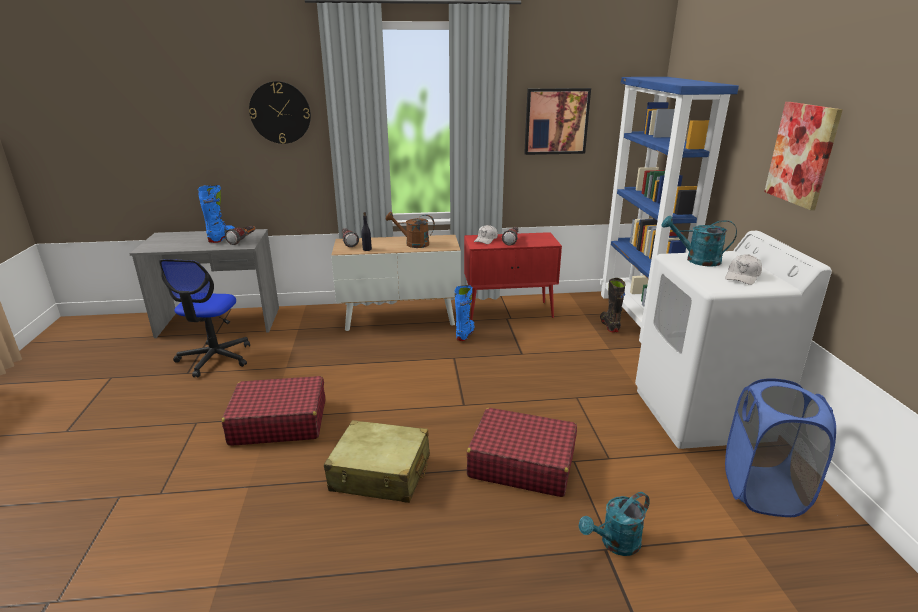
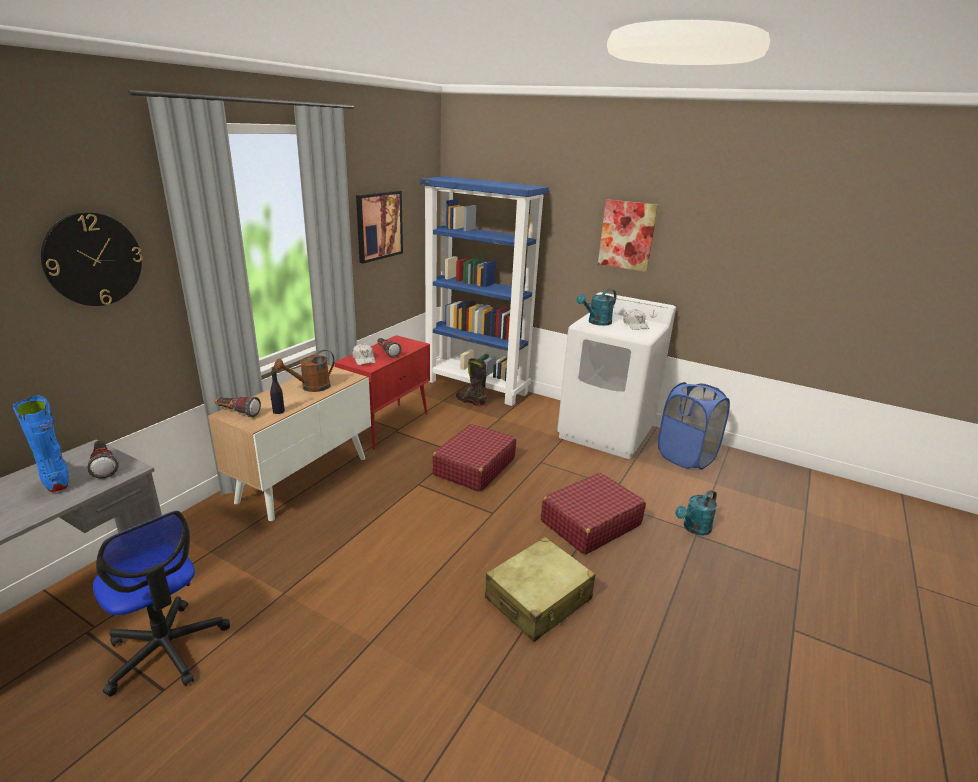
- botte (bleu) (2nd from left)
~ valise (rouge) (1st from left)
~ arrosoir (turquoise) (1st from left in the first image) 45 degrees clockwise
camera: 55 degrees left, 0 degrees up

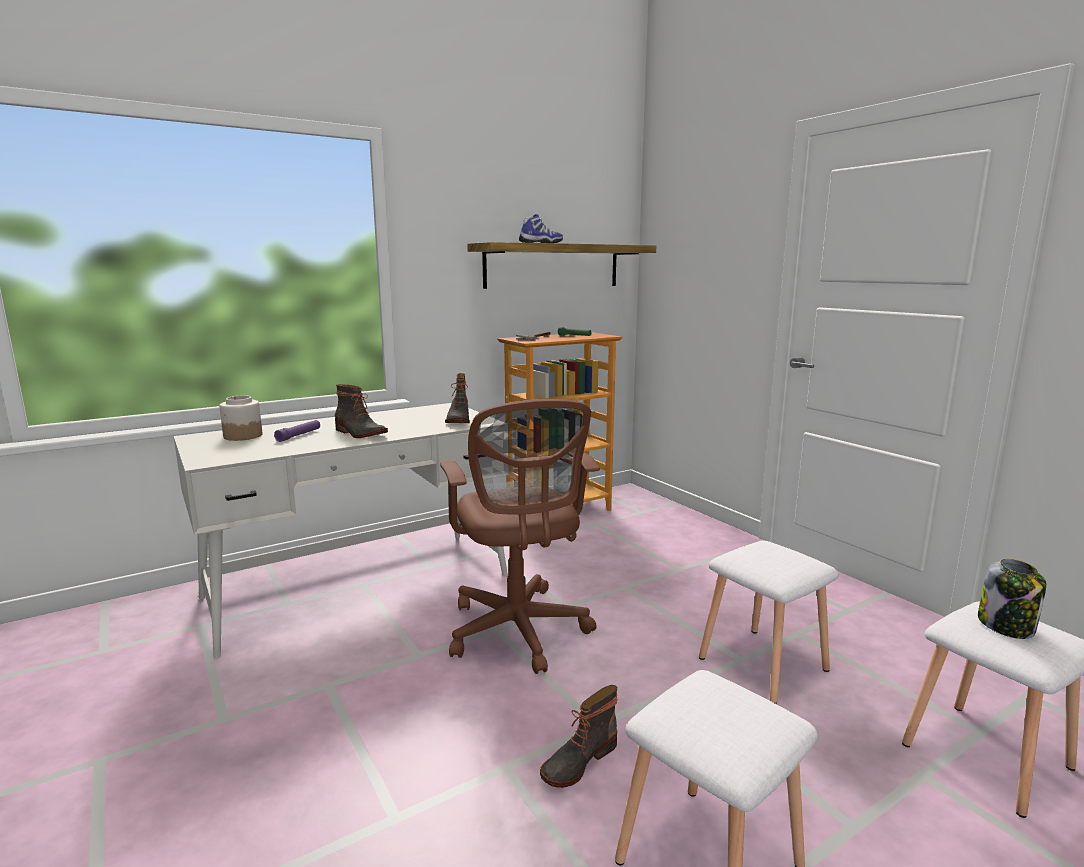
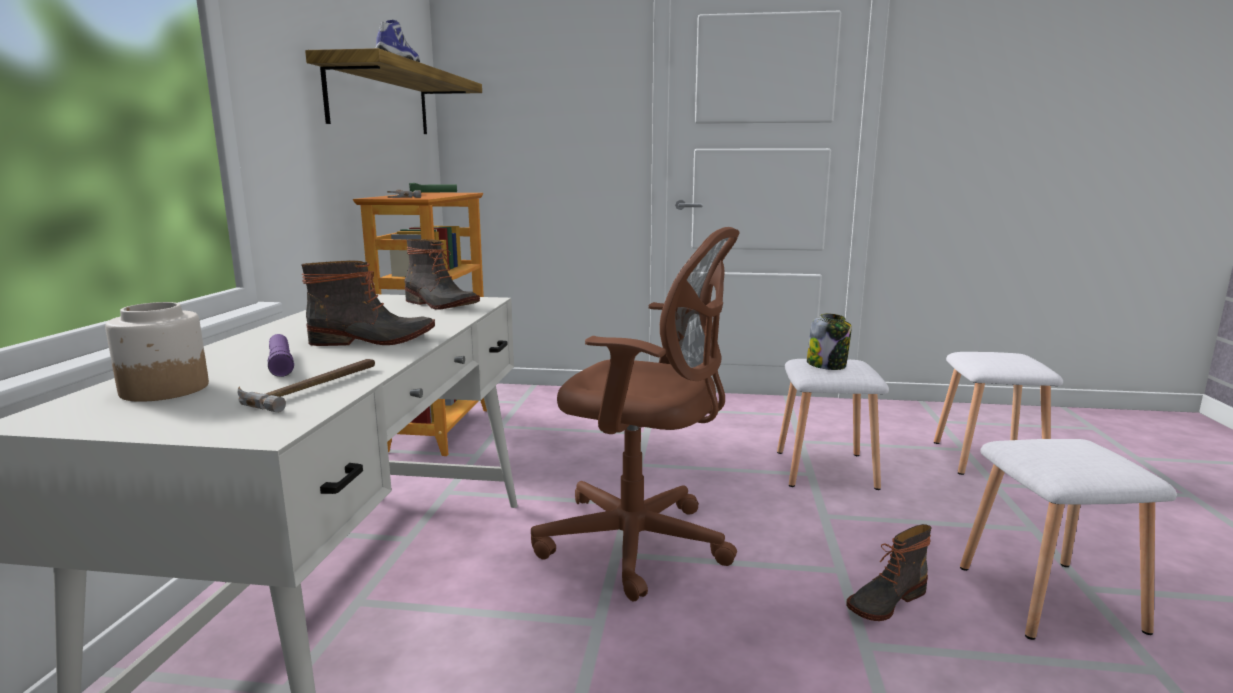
~ bocal (2nd from left)
~ botte (3rd from left) 60 degrees clockwise
+ marteau (1st from left)
camera: 50 degrees left, 0 degrees up

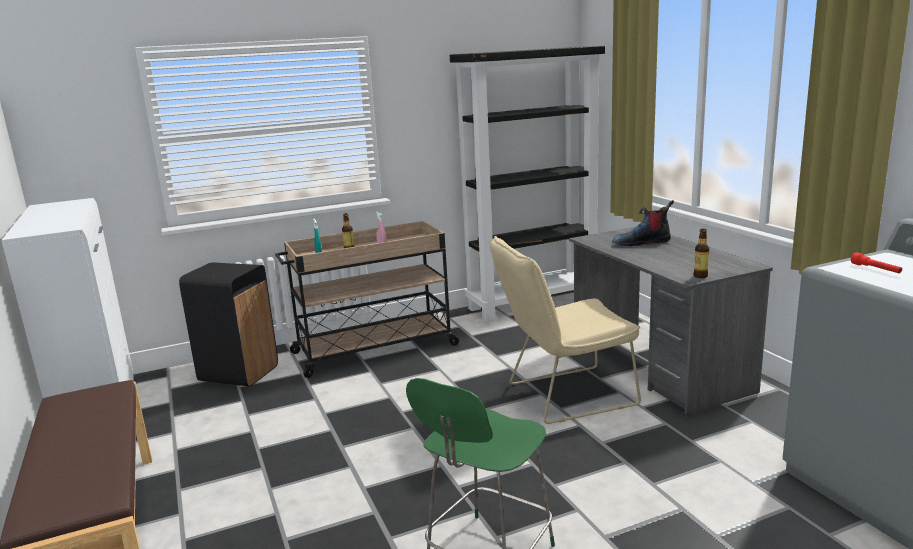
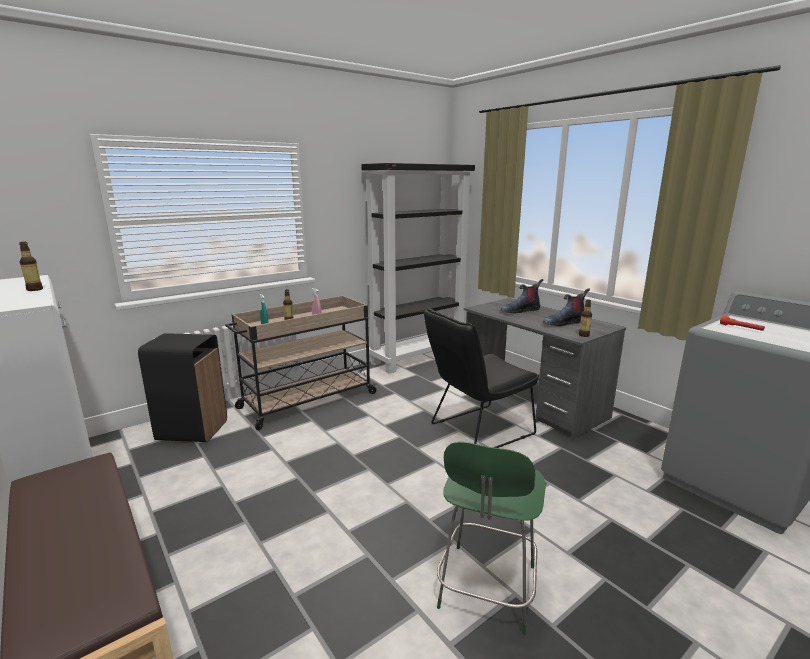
~ chaise (beige) to chaise (noir)
+ bouteille (1st from left)
+ botte (2nd from left)
camera: 15 degrees left, 0 degrees up

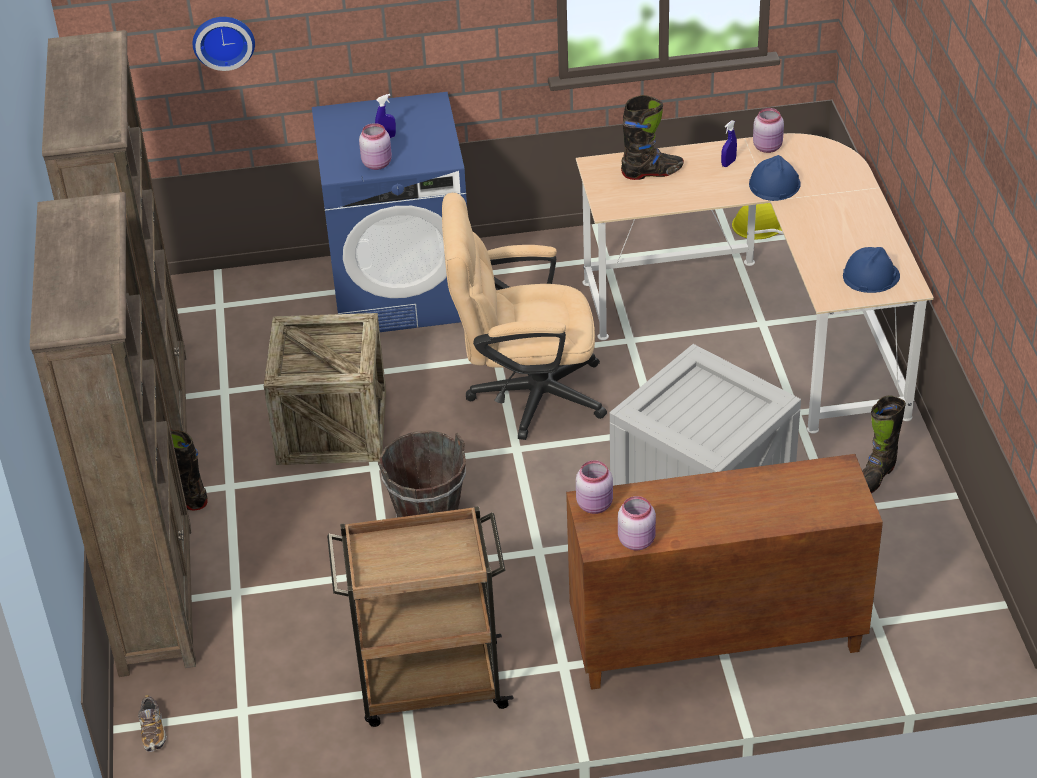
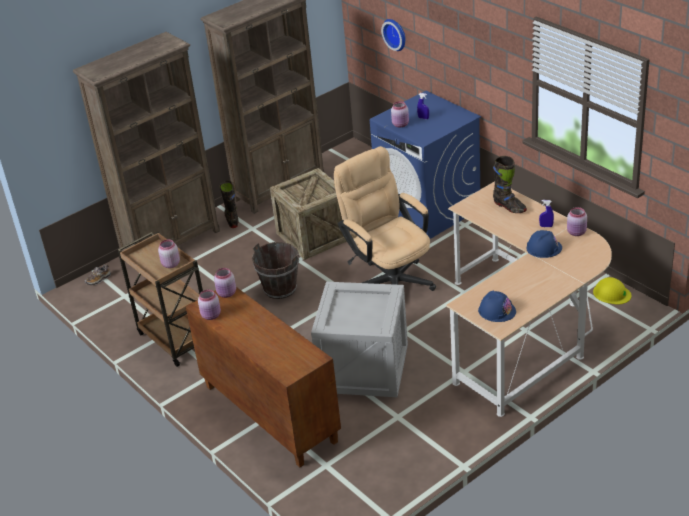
- botte (noir) (3rd from left)
+ bocal (rose) (1st from left)
camera: 60 degrees right, 5 degrees down

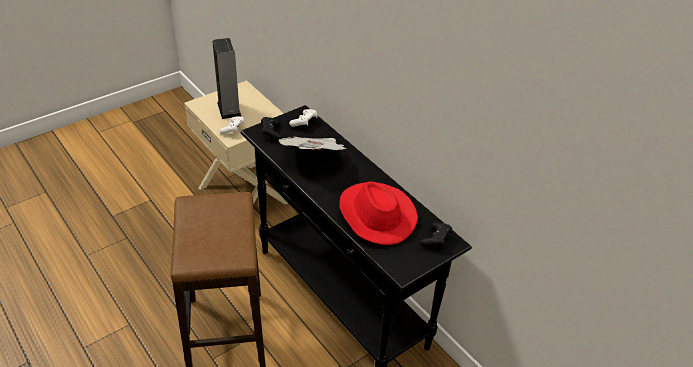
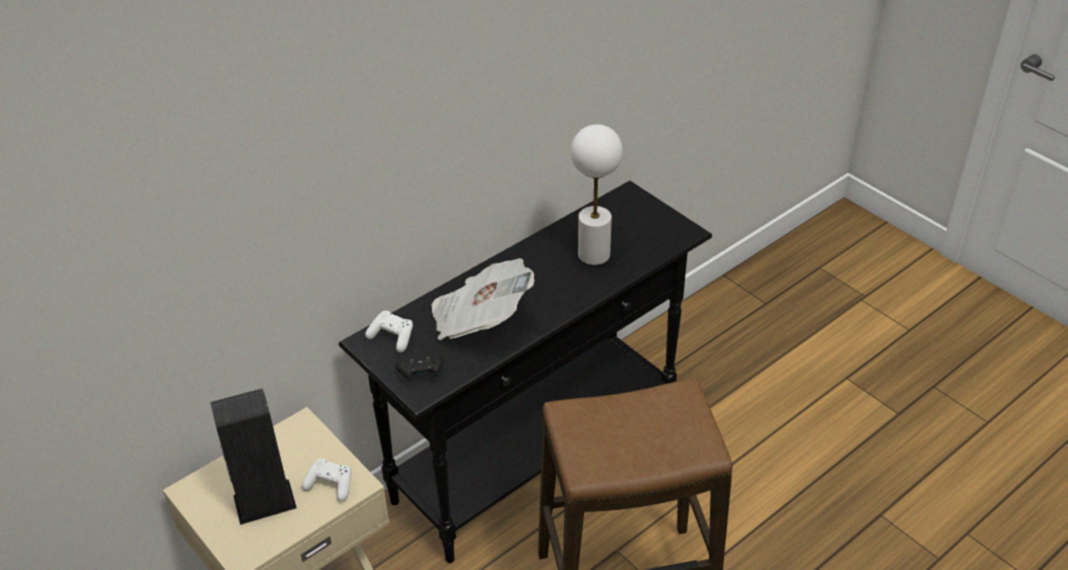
~ chapeau (rouge) to lampe de table (blanc)
- manette (noir) (2nd from left)
camera: 90 degrees left, 0 degrees up

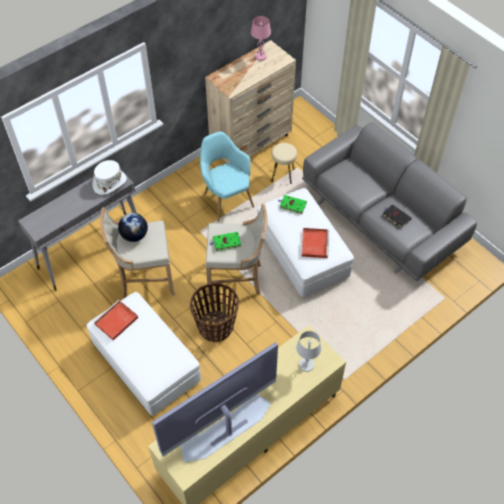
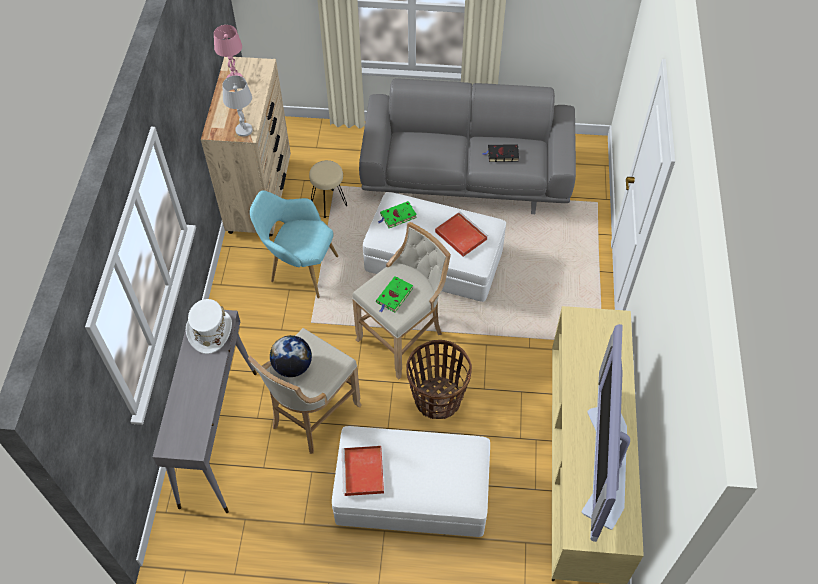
~ lampe de table (blanc)
camera: 45 degrees left, 0 degrees up

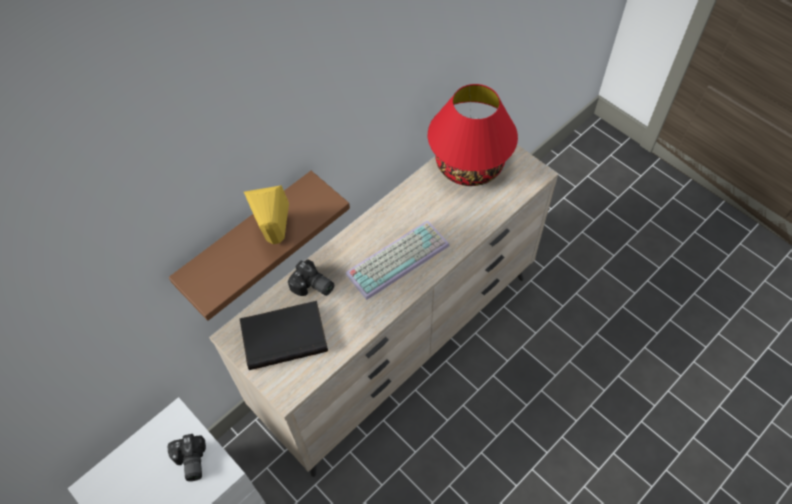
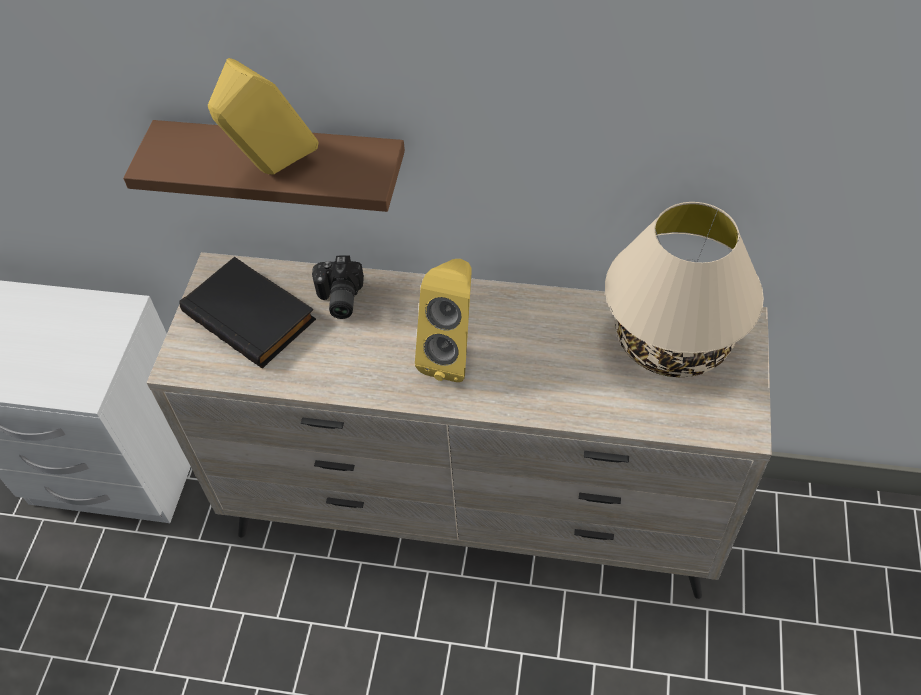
~ lampe de table (rouge) to lampe de table (beige)
~ clavier to enceinte (jaune) (2nd from left)
- appareil photo (1st from left)
camera: 55 degrees right, 5 degrees down

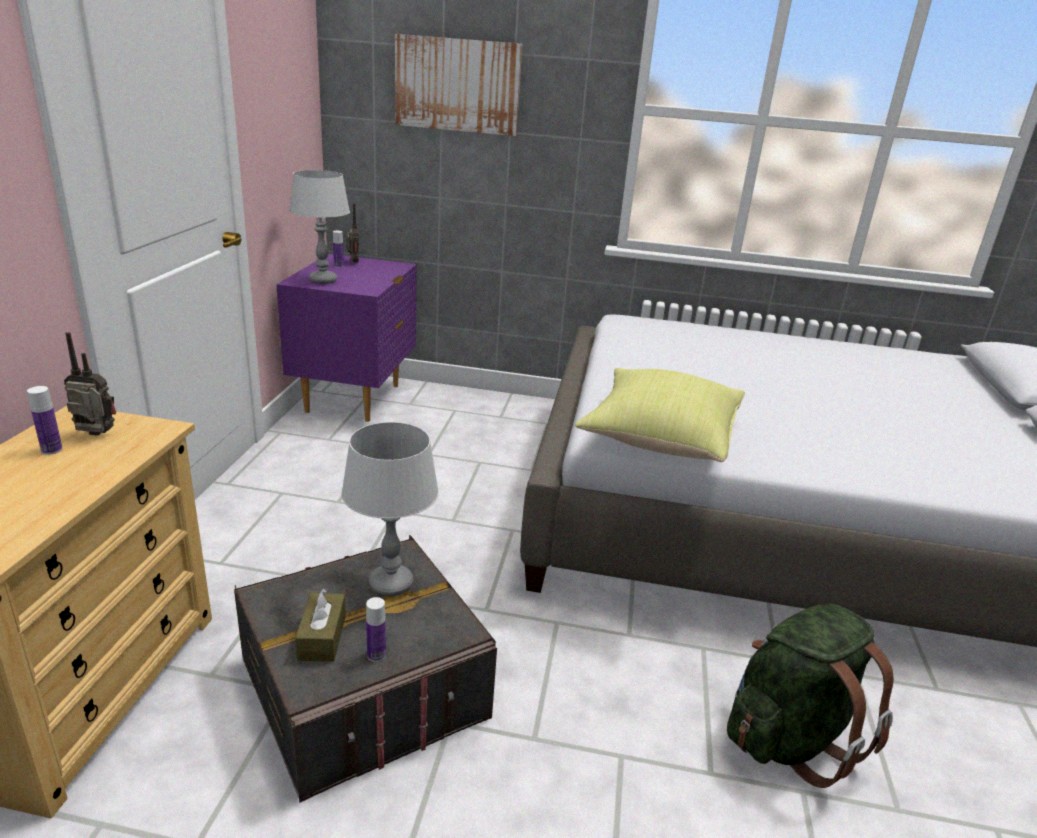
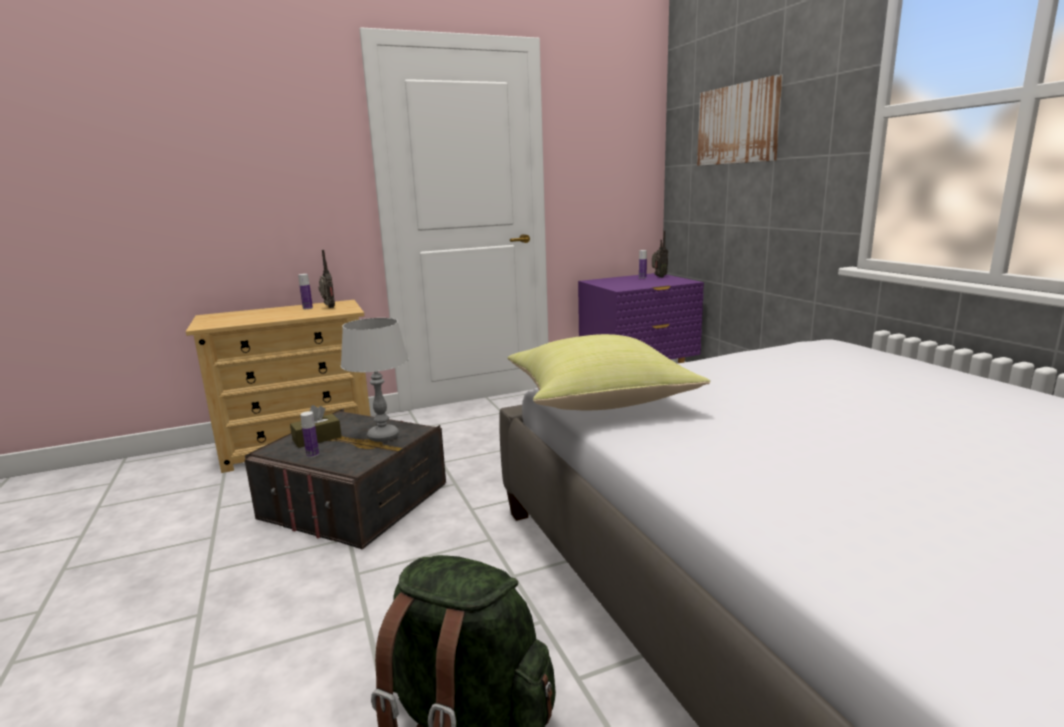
- lampe de table (gris) (1st from left)
camera: 60 degrees right, 10 degrees down

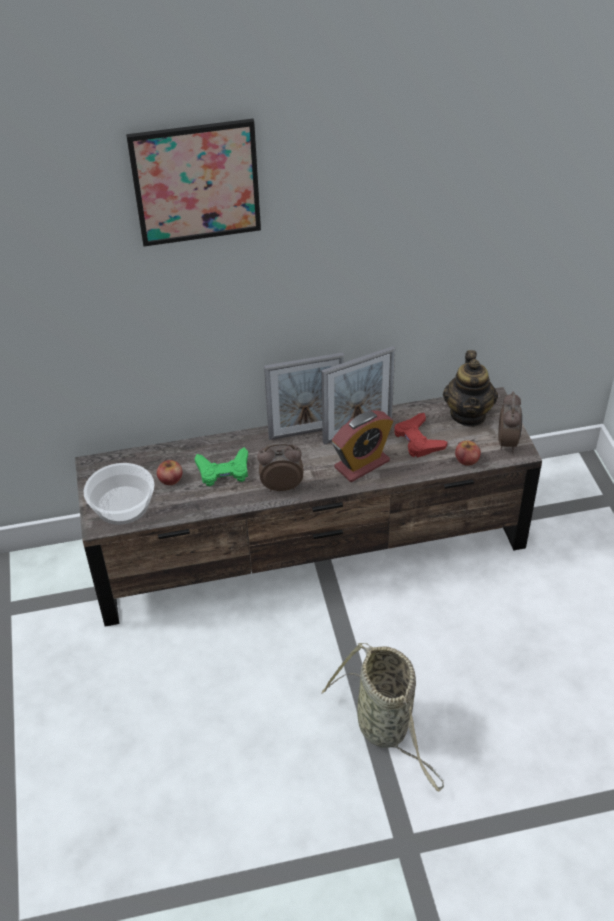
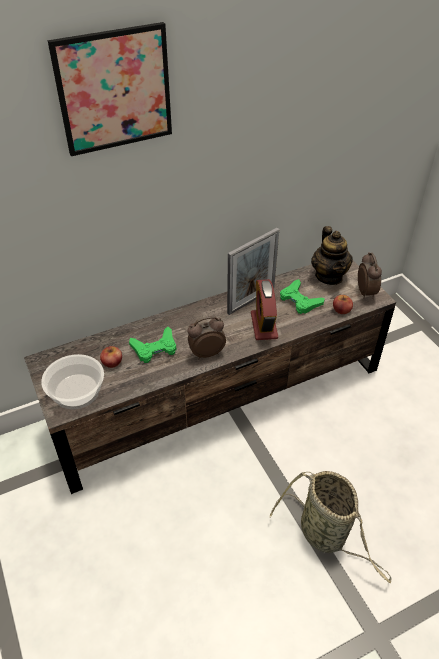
- cadre photo (1st from left)
~ réveil (2nd from left) 135 degrees clockwise
~ manette (rouge) to manette (vert) (2nd from left)
camera: 15 degrees left, 0 degrees up

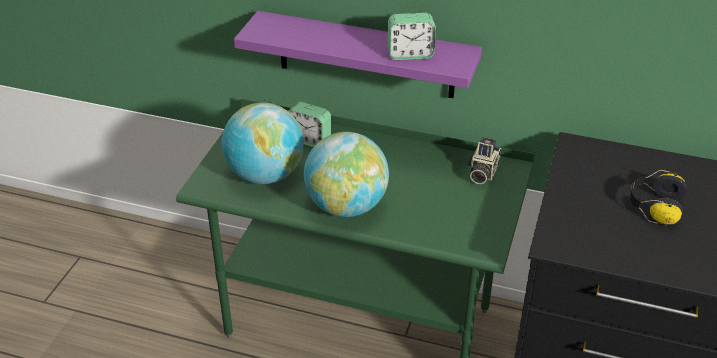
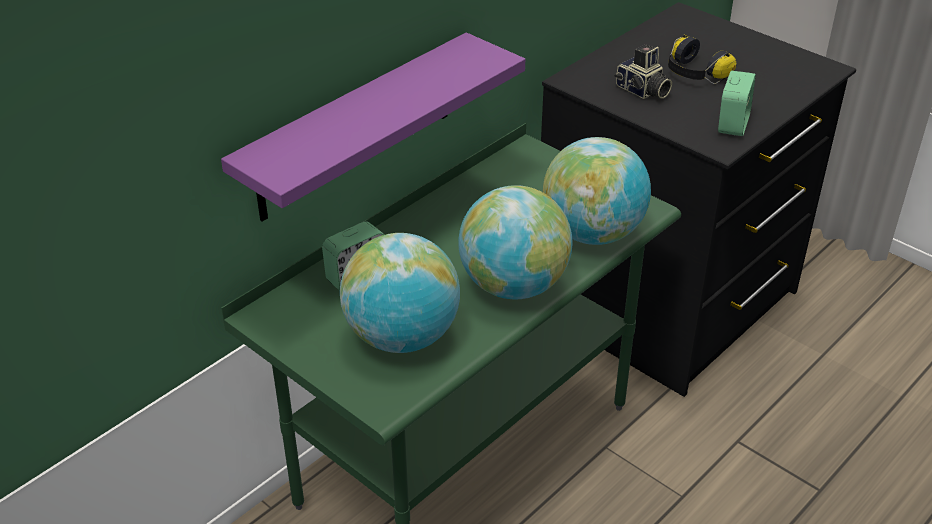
~ réveil (2nd from left)
~ appareil photo
+ globe (3rd from left)
camera: 65 degrees left, 0 degrees up

